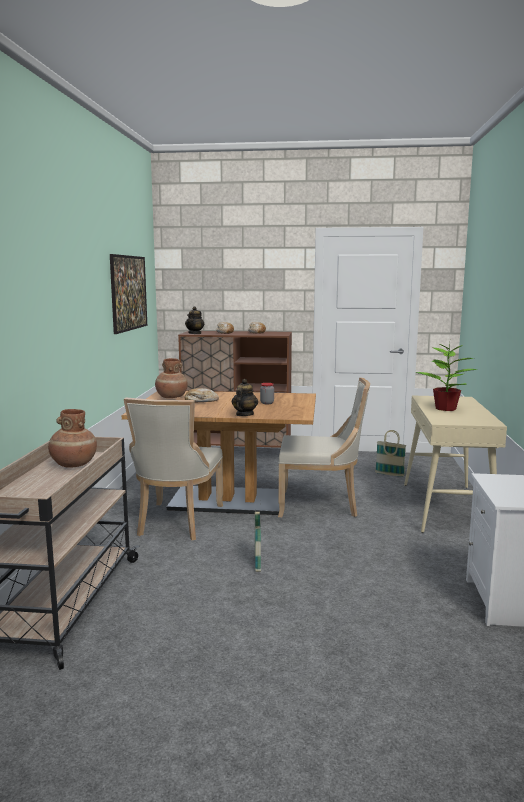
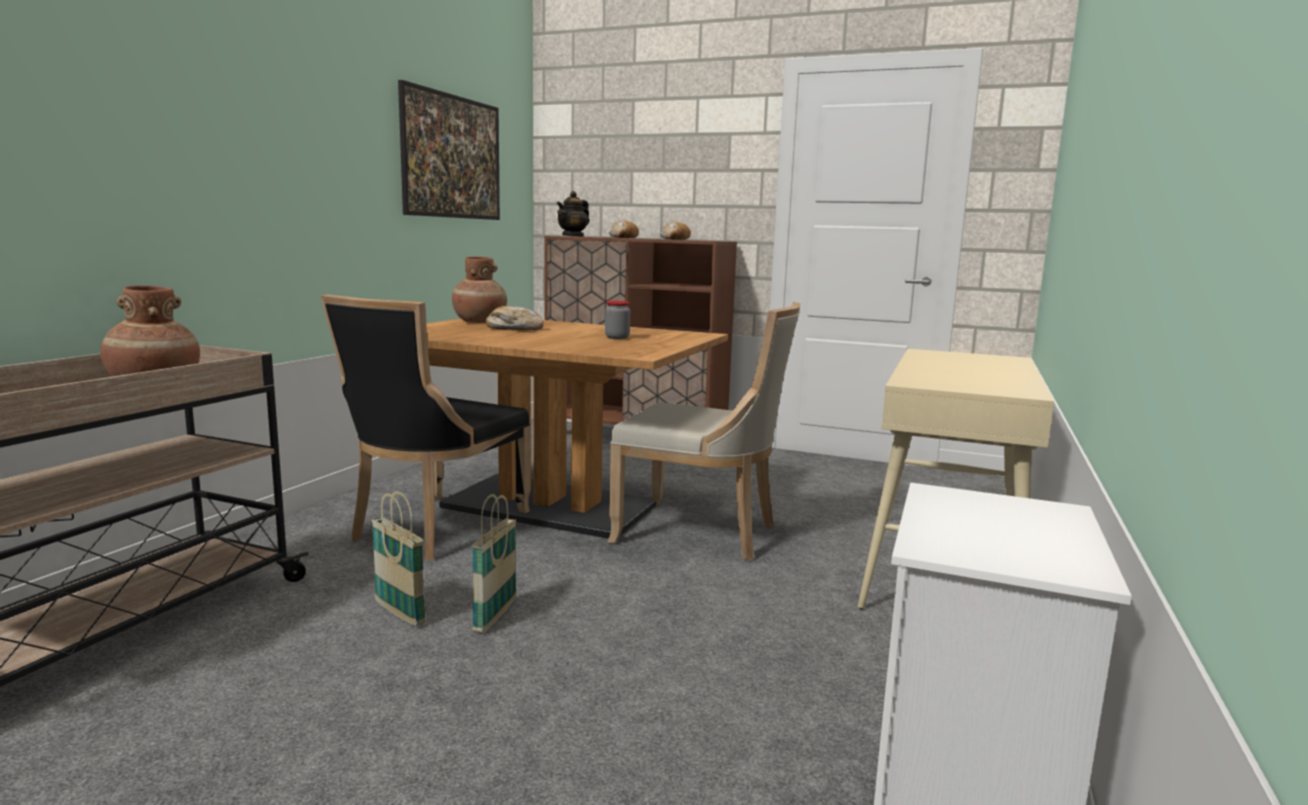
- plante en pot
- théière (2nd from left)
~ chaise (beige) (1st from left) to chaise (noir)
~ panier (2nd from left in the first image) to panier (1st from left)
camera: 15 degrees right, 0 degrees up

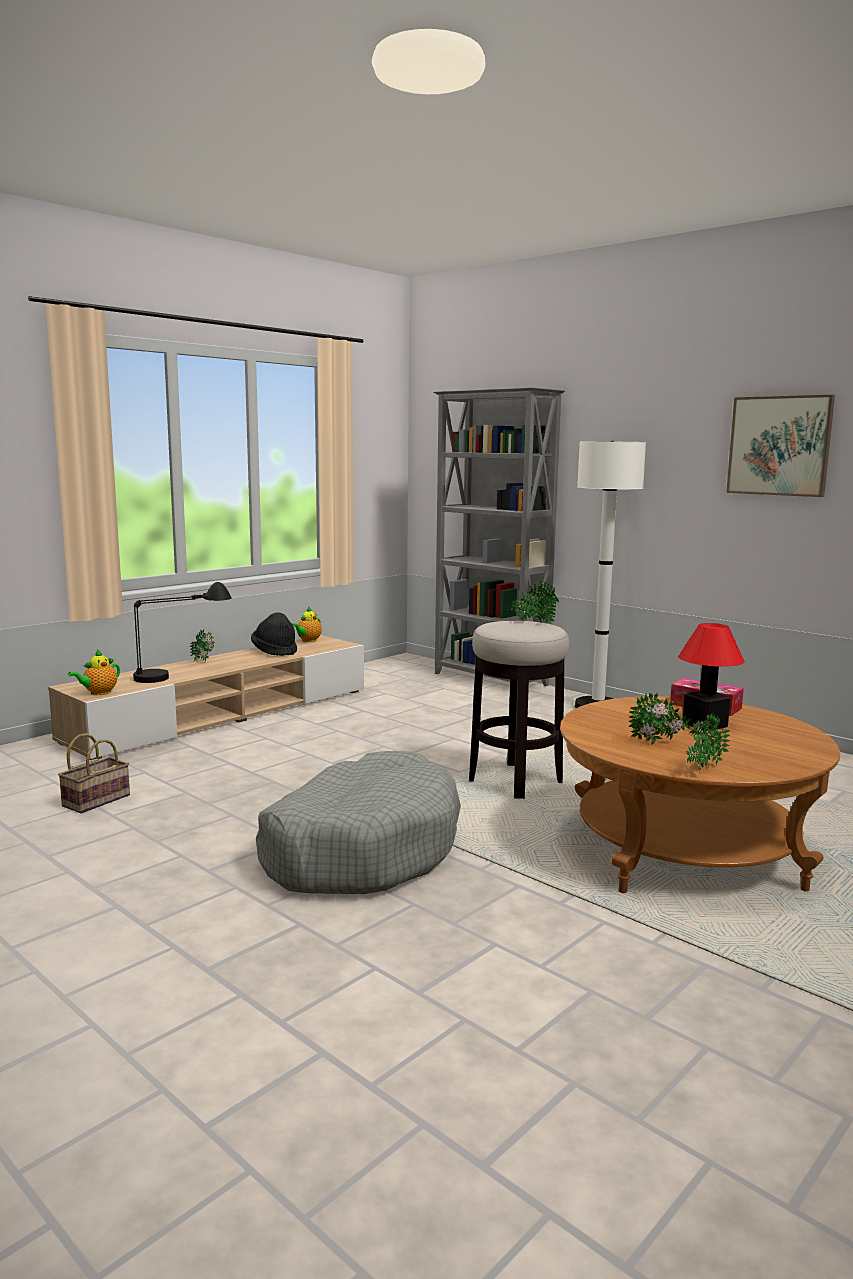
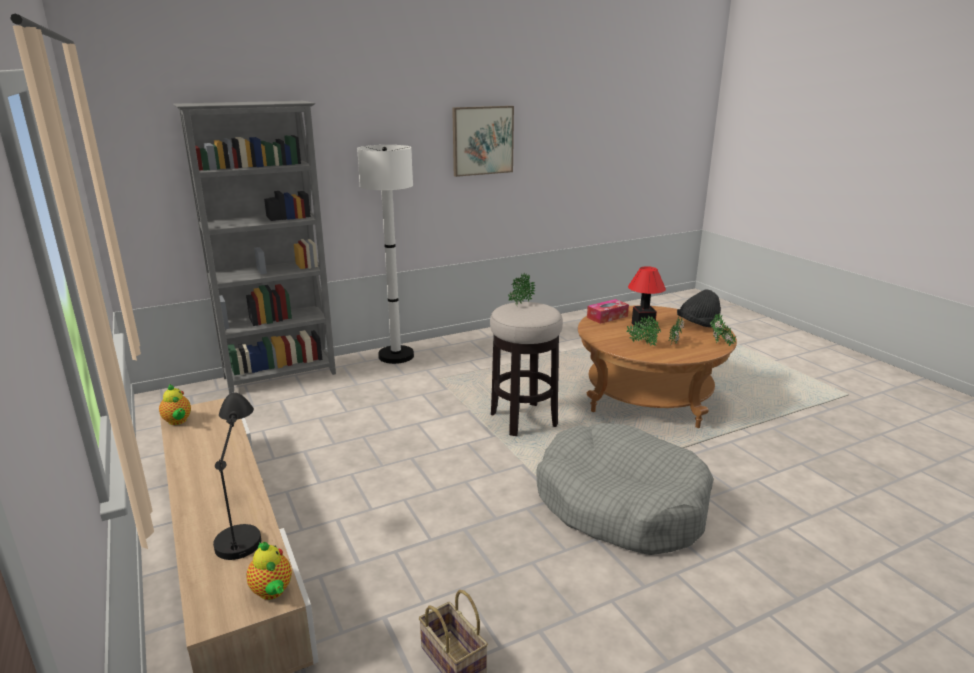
~ chapeau (noir)
~ plante en pot (1st from left in the first image) to plante en pot (2nd from left)
camera: 70 degrees left, 10 degrees up

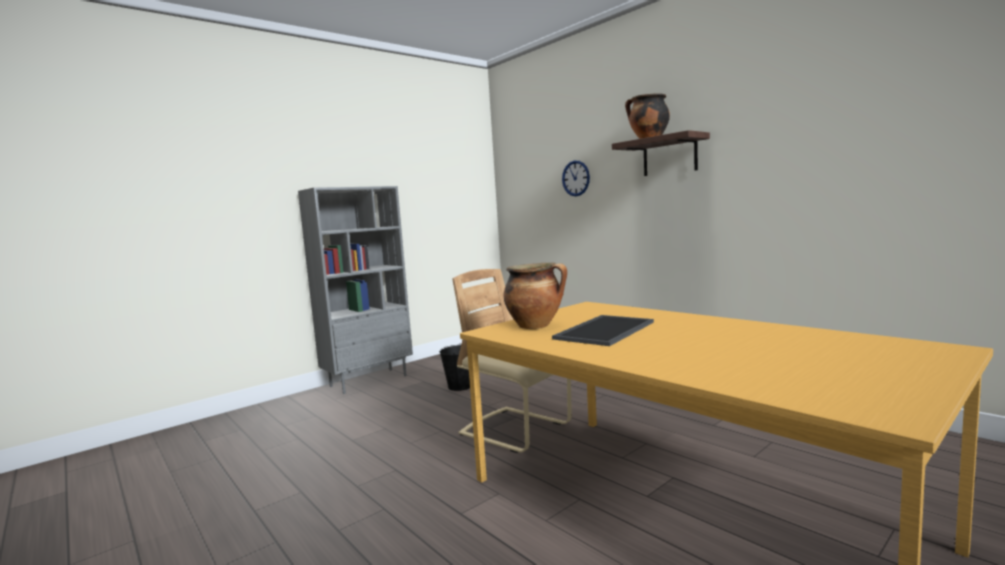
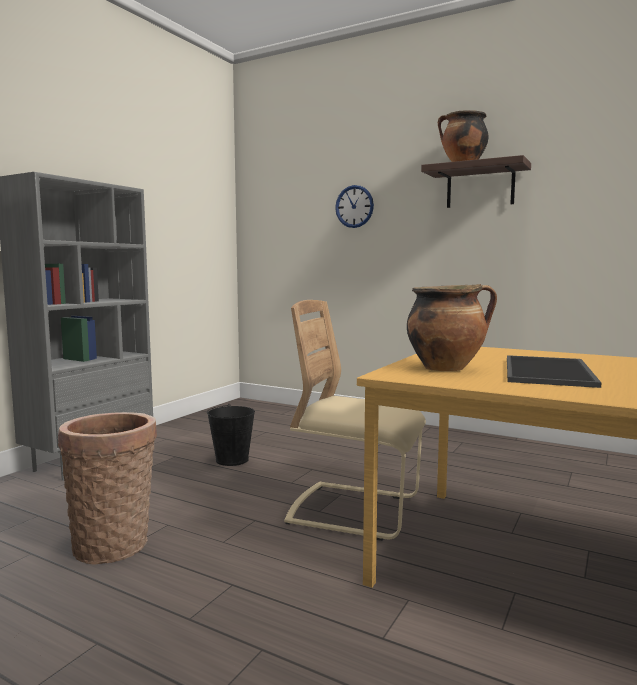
+ panier
camera: 20 degrees left, 0 degrees up

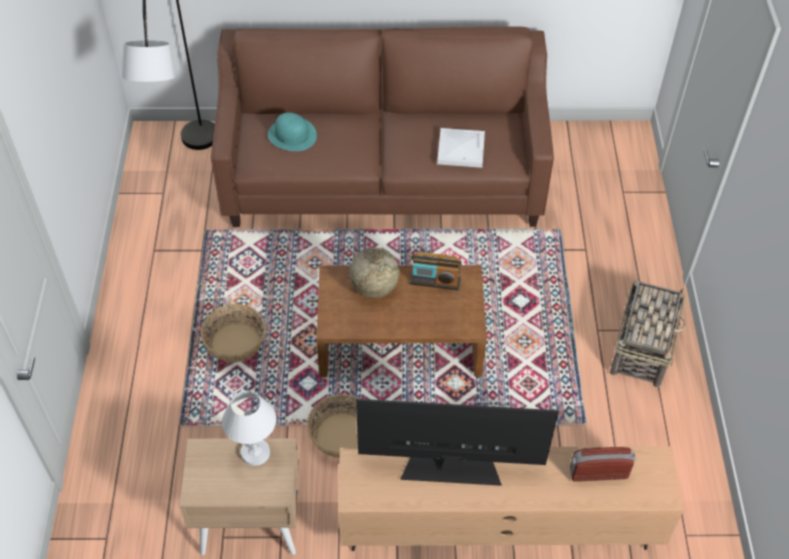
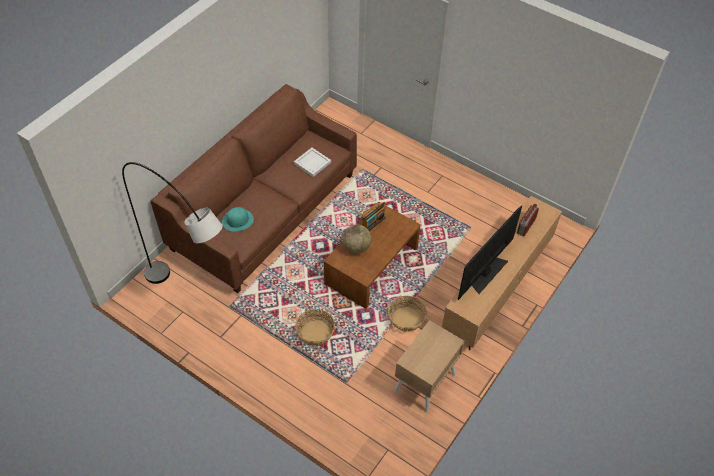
- panier (3rd from left)
- lampe de table (blanc)
camera: 55 degrees left, 0 degrees up

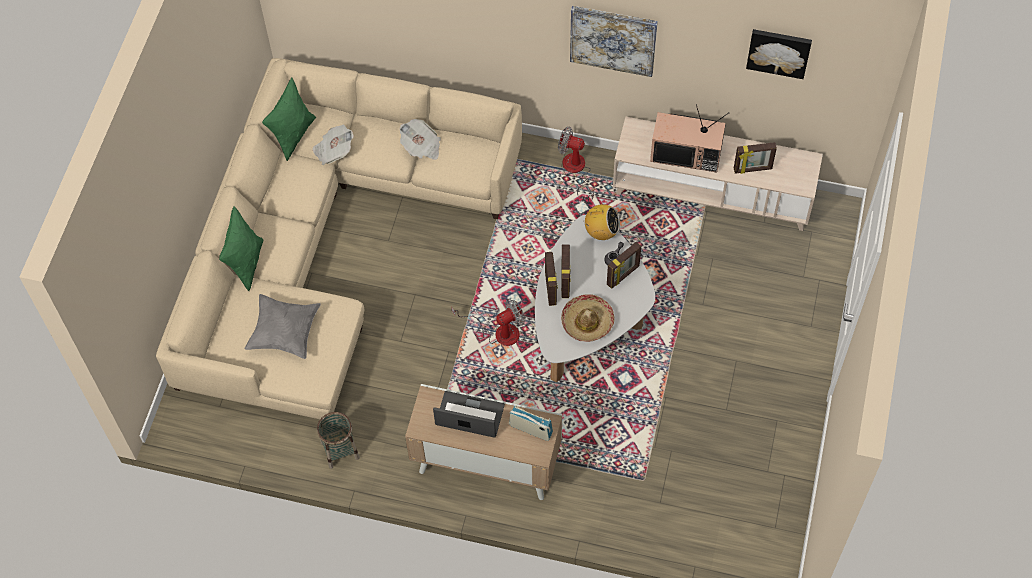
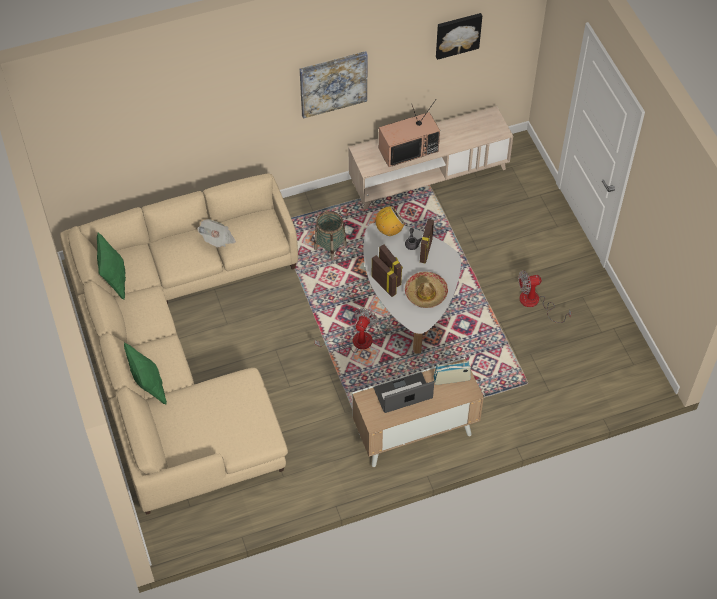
- journal (1st from left)
~ ventilateur (2nd from left)
- cadre photo (4th from left)
- coussin (gris)
~ panier
camera: 35 degrees left, 5 degrees down

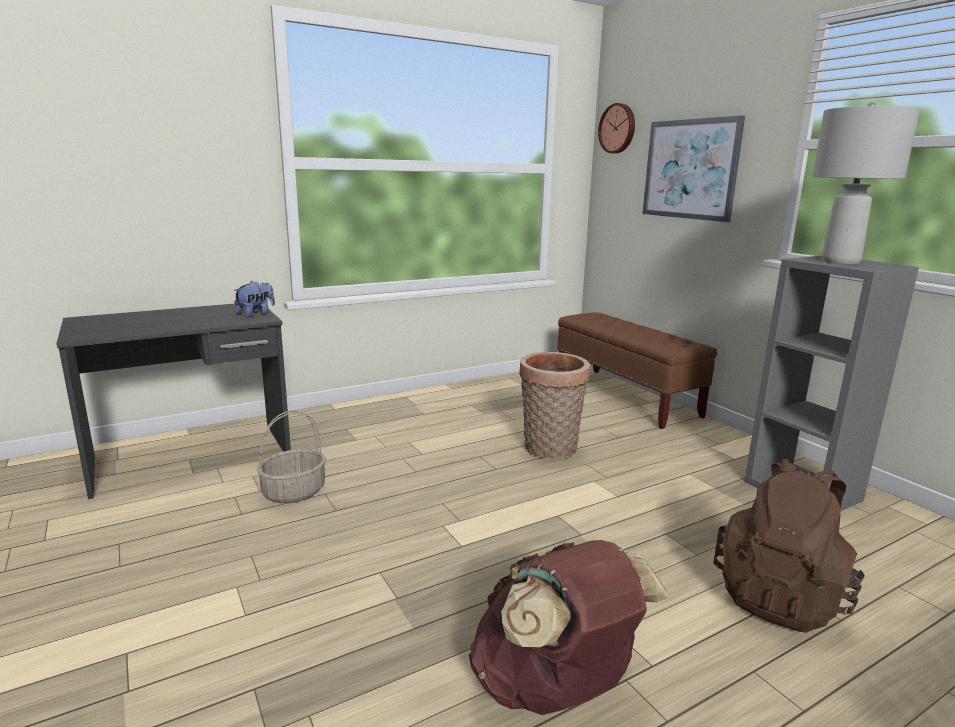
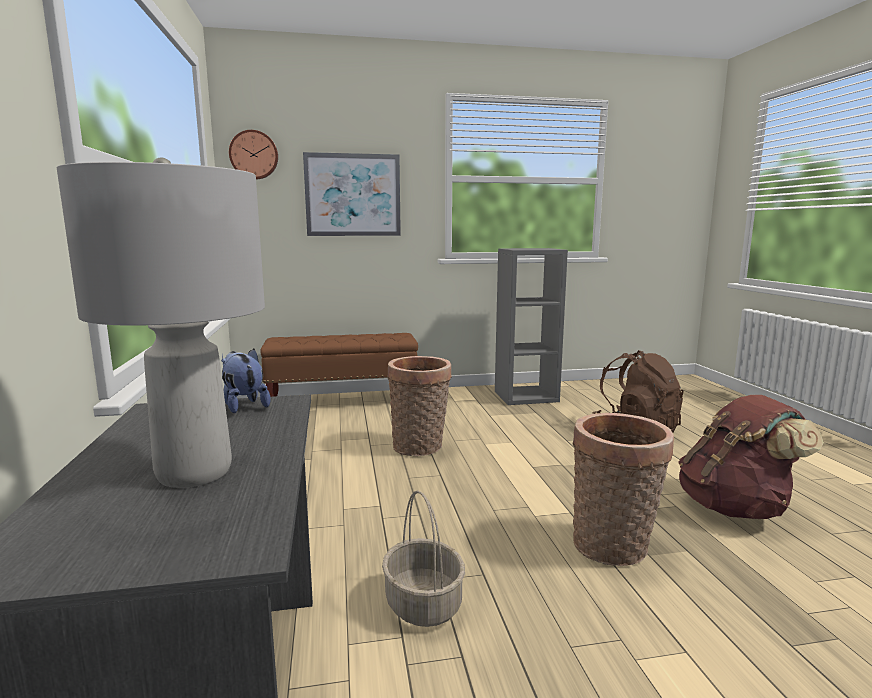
~ lampe de table (gris)
+ panier (3rd from left)
camera: 70 degrees left, 5 degrees down

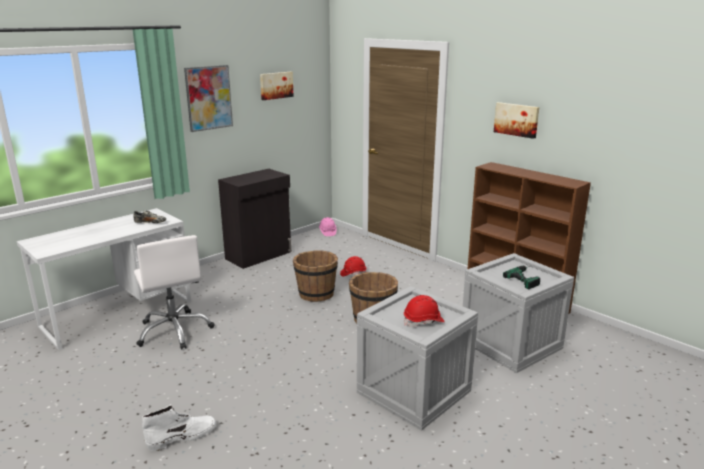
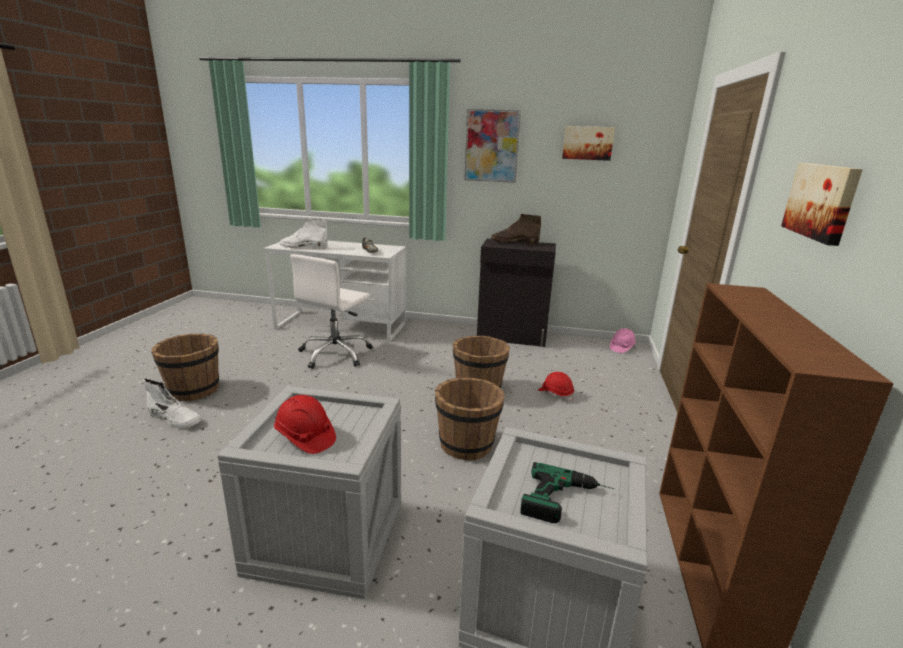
+ botte (marron)
+ botte (blanc) (2nd from left)
+ seau (marron) (1st from left)
camera: 55 degrees right, 0 degrees up

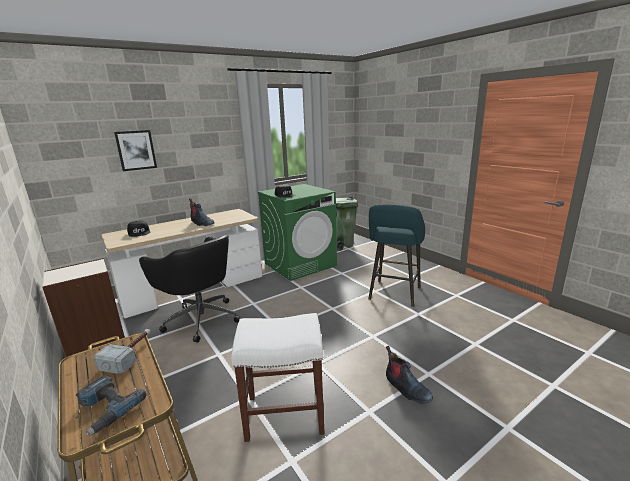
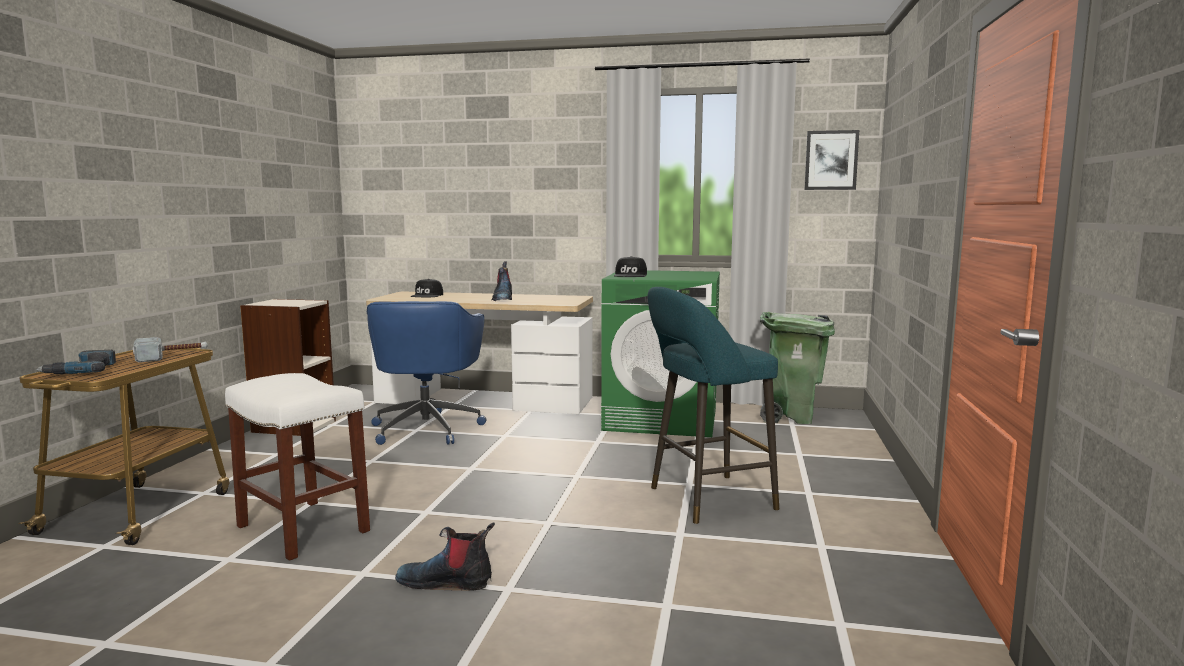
~ tableau
~ chaise de bureau (noir) to chaise de bureau (bleu)
~ botte (2nd from left in the first image) 90 degrees clockwise
camera: 45 degrees right, 10 degrees down

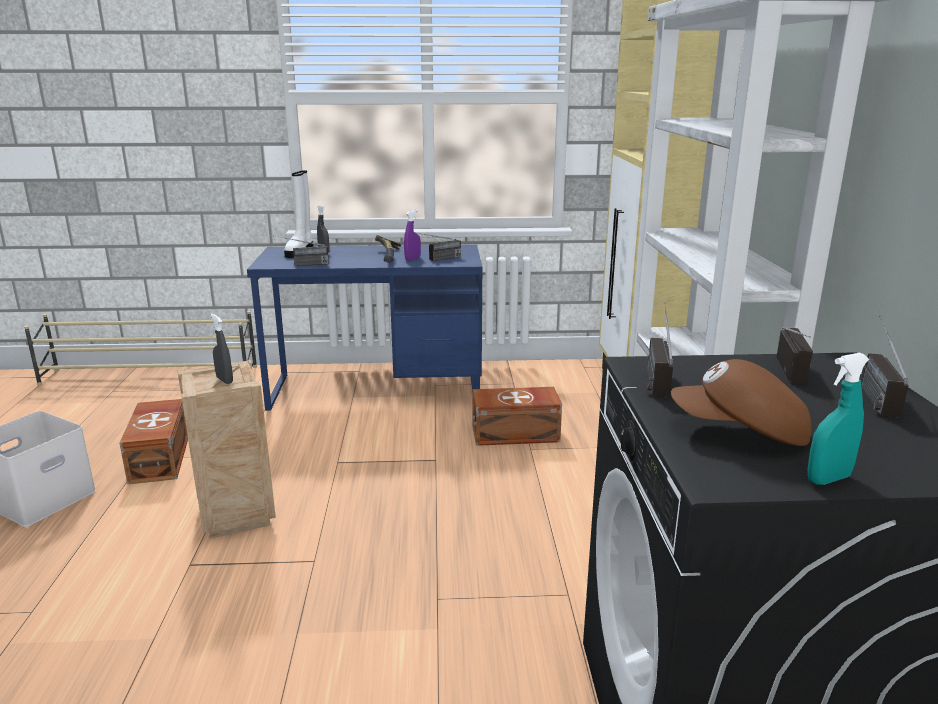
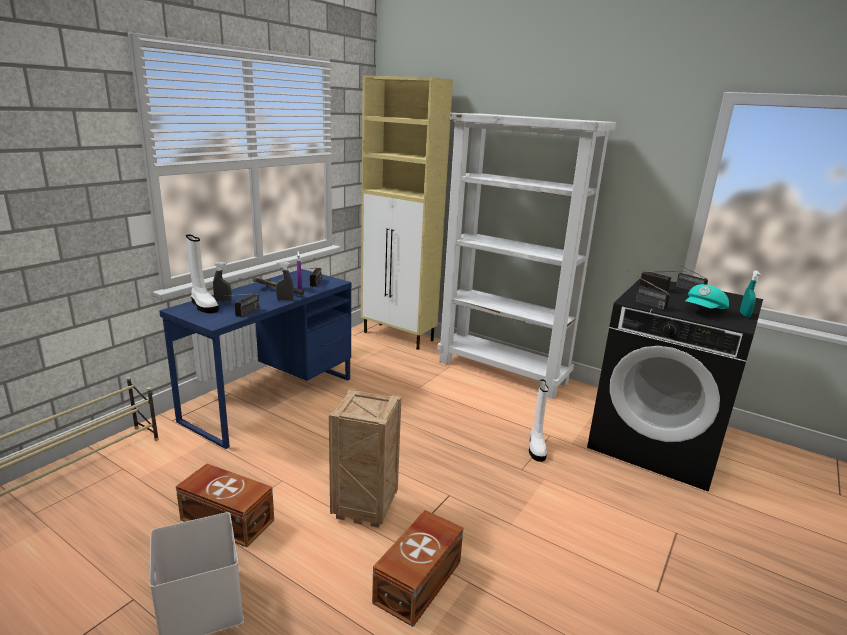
~ vaporisateur (gris) (1st from left in the first image) to vaporisateur (gris) (2nd from left)
~ casquette (marron) to casquette (turquoise)
~ boîte de rangement (marron) (2nd from left)
+ botte (blanc) (2nd from left)
camera: 55 degrees left, 0 degrees up

